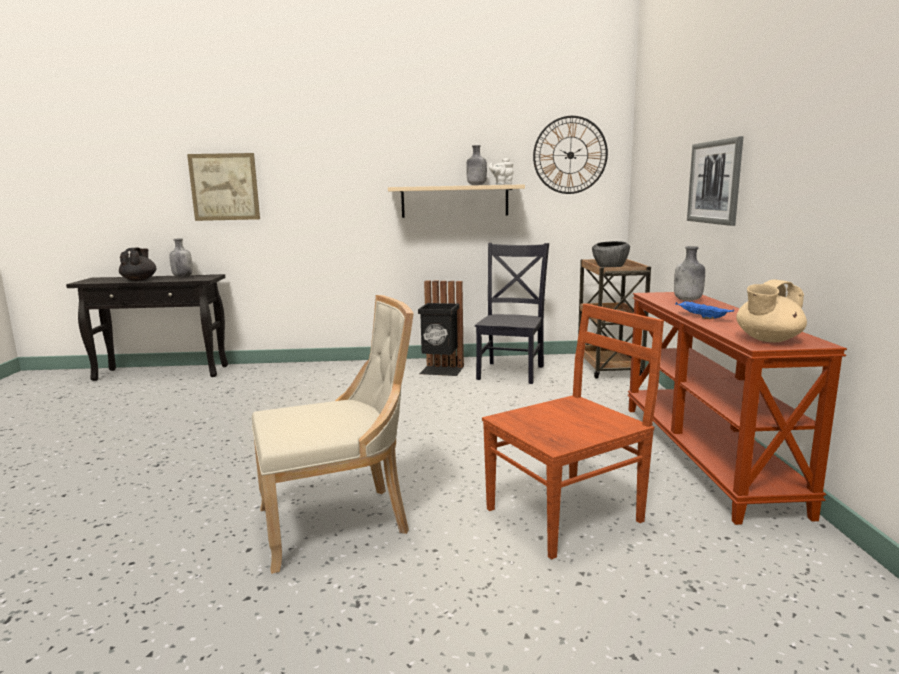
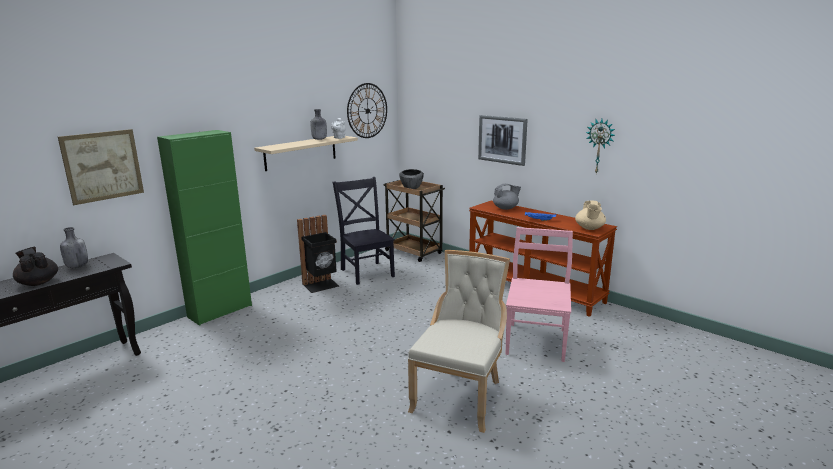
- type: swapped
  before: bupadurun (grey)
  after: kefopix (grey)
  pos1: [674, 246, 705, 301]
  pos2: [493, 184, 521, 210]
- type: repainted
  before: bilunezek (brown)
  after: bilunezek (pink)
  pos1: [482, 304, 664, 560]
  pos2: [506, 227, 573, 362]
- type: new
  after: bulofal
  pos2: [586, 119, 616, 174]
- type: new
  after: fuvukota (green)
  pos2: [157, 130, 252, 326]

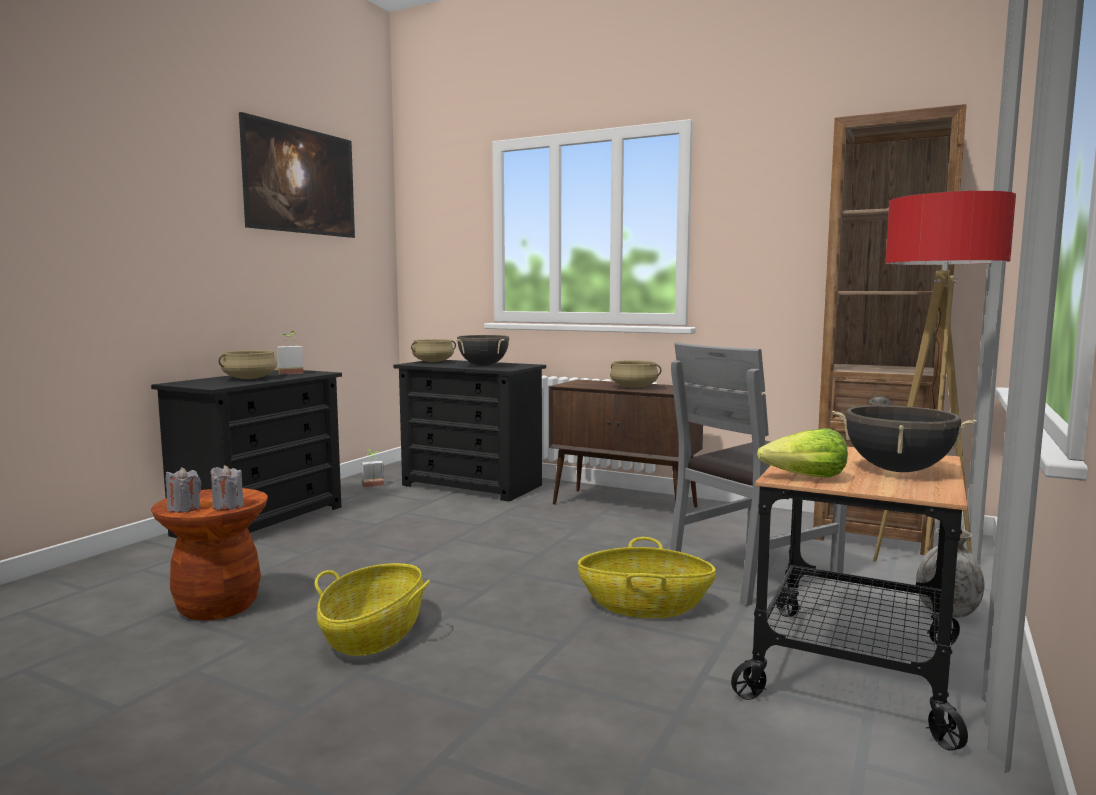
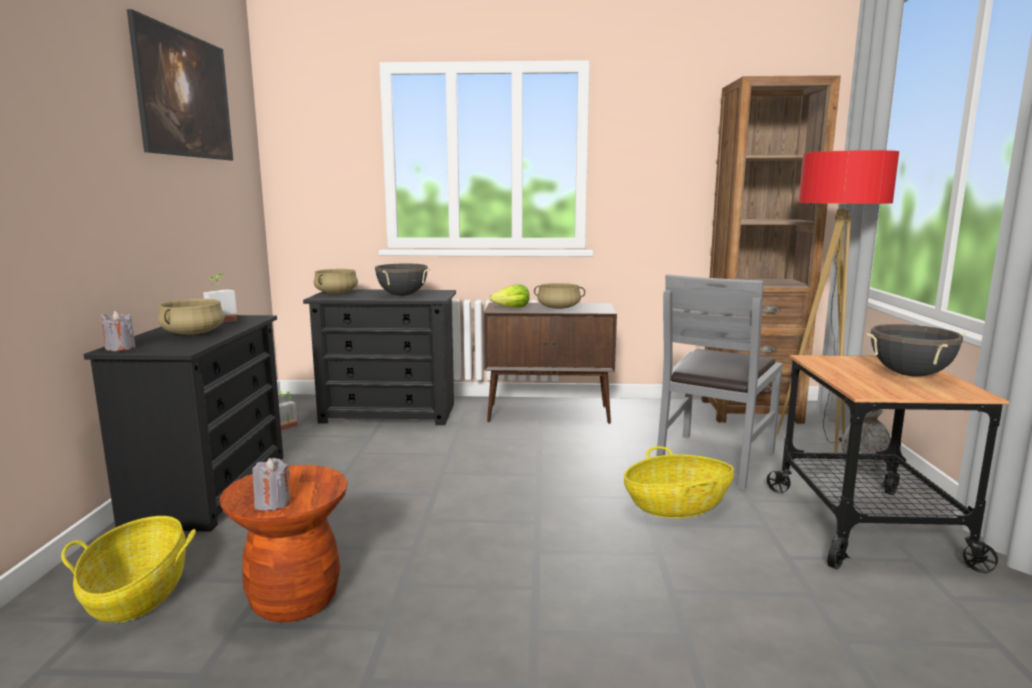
- type: shifted
  before: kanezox
  pos1: [757, 429, 848, 478]
  pos2: [489, 284, 530, 308]
- type: shifted
  before: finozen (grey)
  pos1: [210, 465, 244, 510]
  pos2: [101, 310, 136, 351]
- type: shifted
  before: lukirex
  pos1: [315, 563, 430, 656]
  pos2: [61, 516, 196, 622]

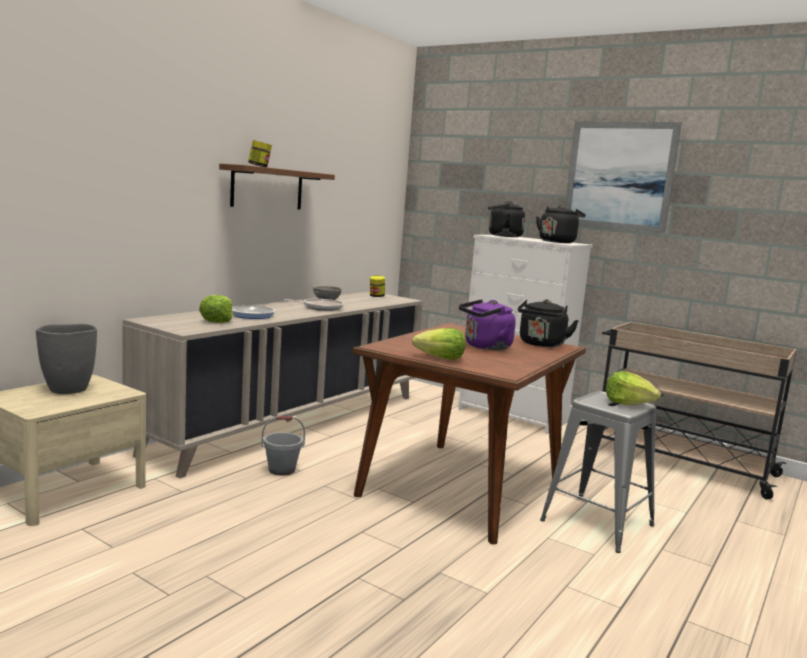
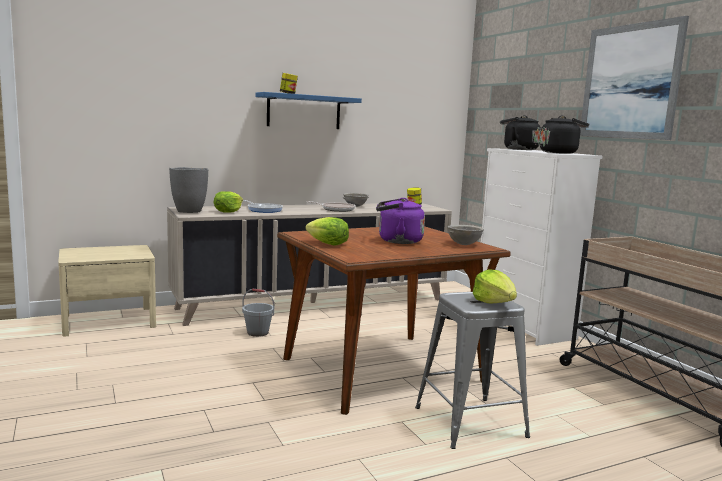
- type: repainted
  before: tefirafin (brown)
  after: tefirafin (blue)
  pos1: [219, 164, 335, 210]
  pos2: [255, 92, 362, 129]
- type: swapped
  before: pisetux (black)
  after: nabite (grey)
  pos1: [518, 299, 579, 347]
  pos2: [447, 225, 484, 245]
- type: shifted
  before: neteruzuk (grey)
  pos1: [36, 324, 97, 394]
  pos2: [169, 167, 208, 213]

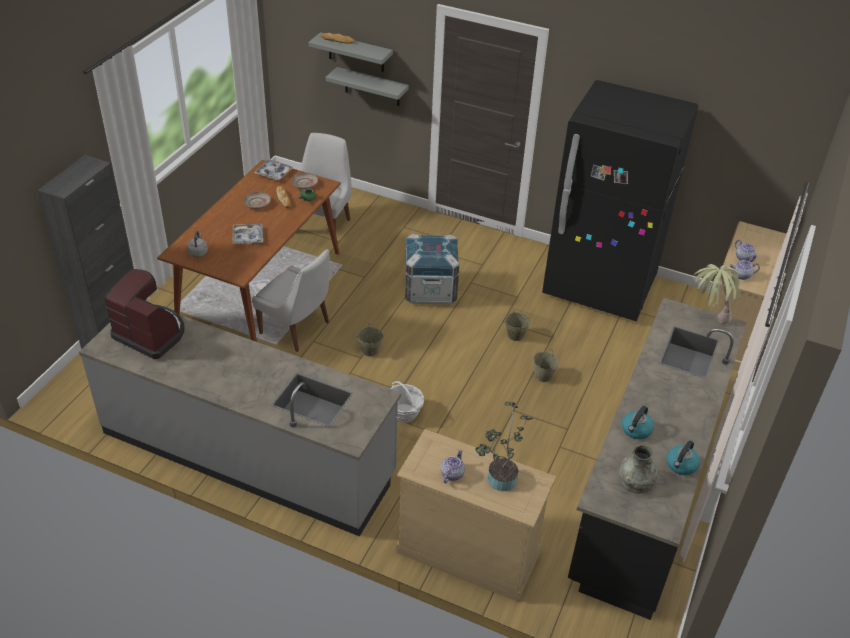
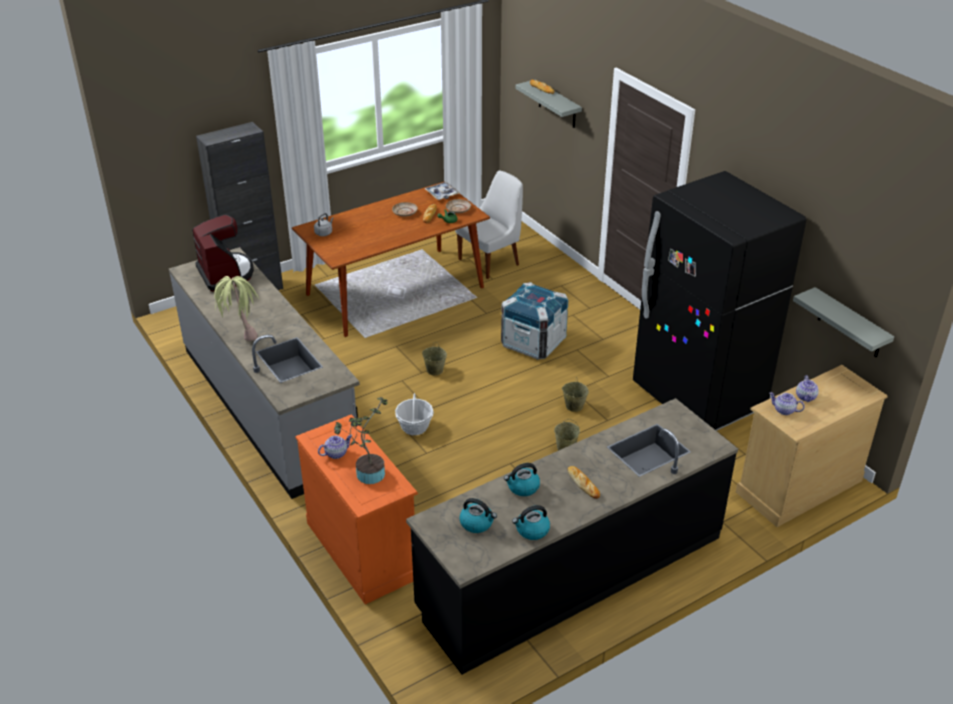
- type: shifted
  before: tefirafin (grey)
  pos1: [326, 67, 409, 106]
  pos2: [793, 287, 894, 358]
- type: gone
  before: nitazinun
  pos1: [233, 224, 263, 244]
- type: gone
  before: bilunezek (white)
  pos1: [252, 249, 330, 352]
- type: shifted
  before: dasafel
  pos1: [694, 264, 740, 324]
  pos2: [214, 276, 259, 341]
- type: repainted
  before: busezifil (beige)
  after: busezifil (orange)
  pos1: [396, 429, 556, 602]
  pos2: [295, 414, 418, 604]
- type: swapped
  before: neteruzuk (grey)
  after: pisetux
  pos1: [619, 445, 658, 493]
  pos2: [459, 498, 497, 533]
- type: new
  after: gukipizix
  pos2: [568, 466, 600, 499]

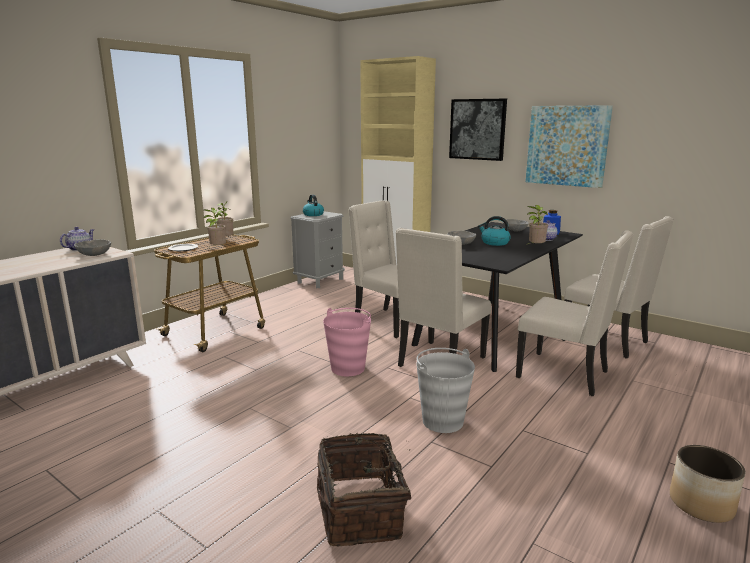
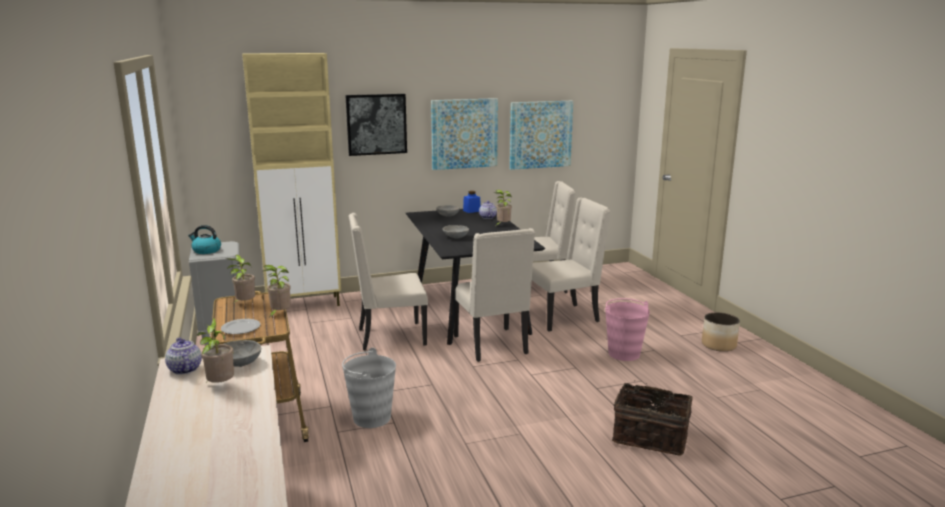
- type: gone
  before: pisetux
  pos1: [478, 216, 511, 246]
- type: shifted
  before: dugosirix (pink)
  pos1: [323, 308, 371, 376]
  pos2: [605, 298, 650, 361]
- type: shifted
  before: dugosirix (grey)
  pos1: [416, 348, 475, 433]
  pos2: [342, 348, 396, 428]
- type: new
  after: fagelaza
  pos2: [510, 101, 573, 170]
- type: new
  after: dasafel
  pos2: [197, 318, 234, 383]

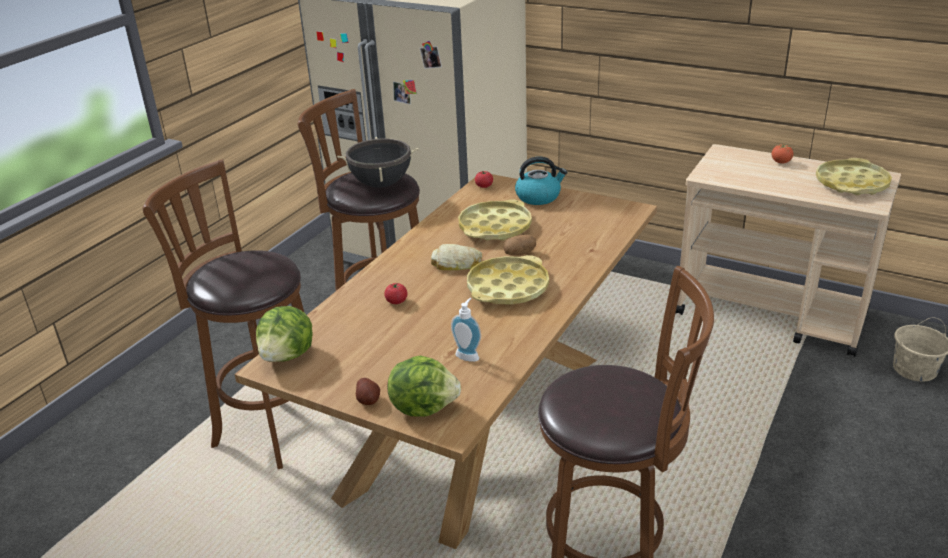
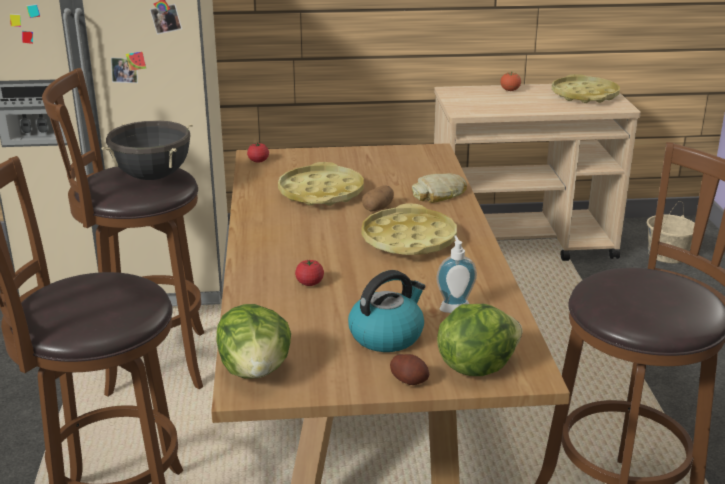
- type: shifted
  before: pisetux
  pos1: [515, 156, 567, 205]
  pos2: [348, 270, 425, 352]
- type: shifted
  before: gukipizix
  pos1: [431, 244, 482, 270]
  pos2: [412, 173, 467, 203]

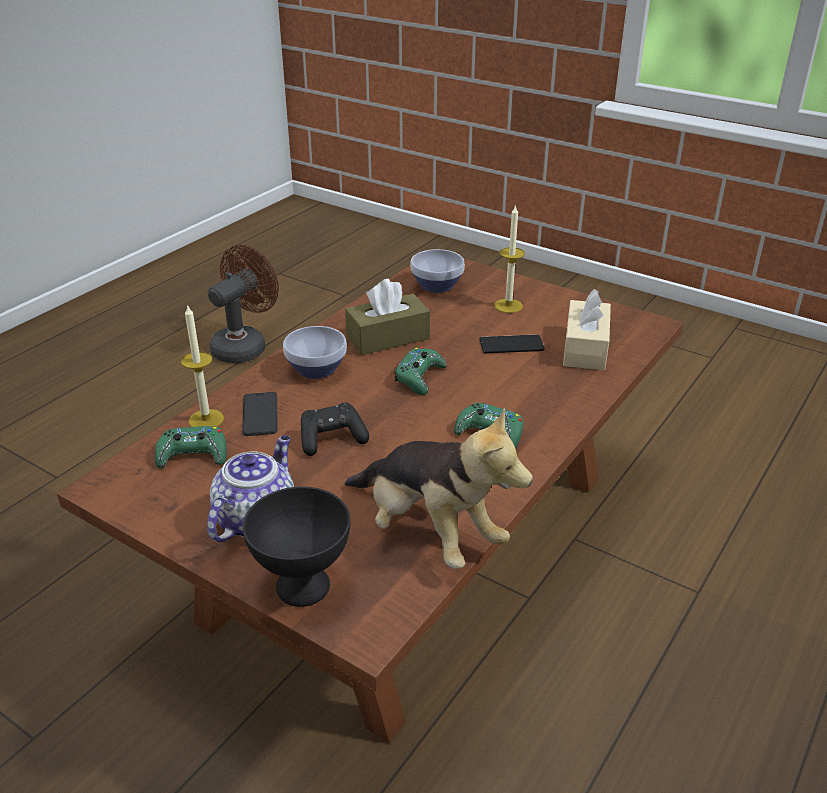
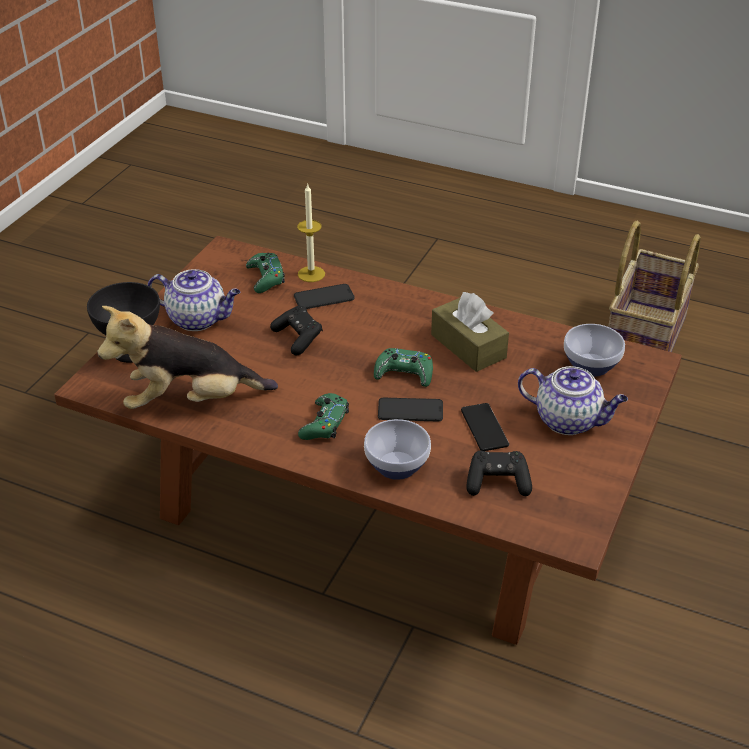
- type: swapped
  before: finozen
  after: kefopix
  pos1: [494, 204, 525, 313]
  pos2: [518, 366, 628, 435]
- type: swapped
  before: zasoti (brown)
  after: lukirex
  pos1: [208, 245, 279, 363]
  pos2: [608, 221, 701, 352]
- type: swapped
  before: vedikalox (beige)
  after: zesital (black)
  pos1: [563, 289, 611, 370]
  pos2: [466, 451, 532, 496]
- type: shifted
  before: nabite
  pos1: [283, 326, 347, 379]
  pos2: [364, 419, 431, 480]
- type: rotated
  before: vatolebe
  pos1: [344, 408, 533, 569]
  pos2: [97, 306, 278, 409]
  turn: 45
- type: new
  after: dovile
  pos2: [378, 398, 443, 421]

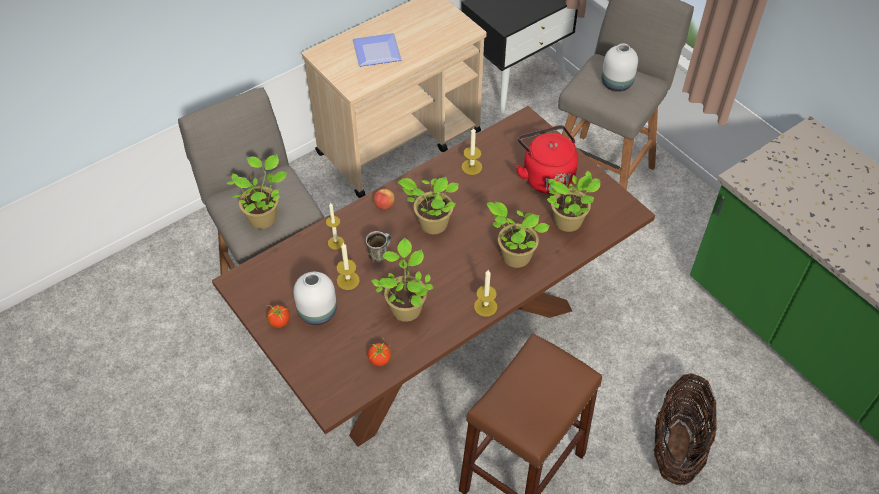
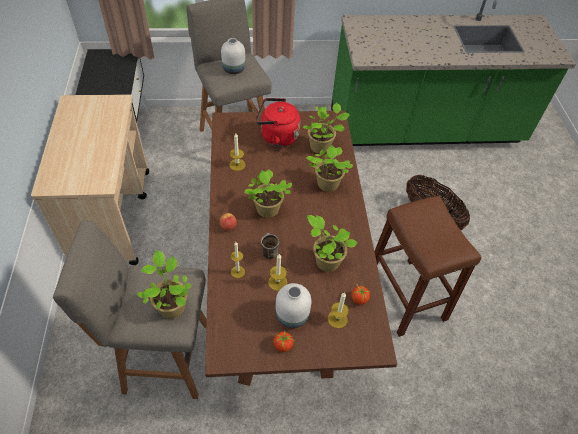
- type: gone
  before: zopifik
  pos1: [353, 33, 401, 67]
- type: shifted
  before: finozen
  pos1: [474, 270, 497, 317]
  pos2: [328, 293, 349, 328]

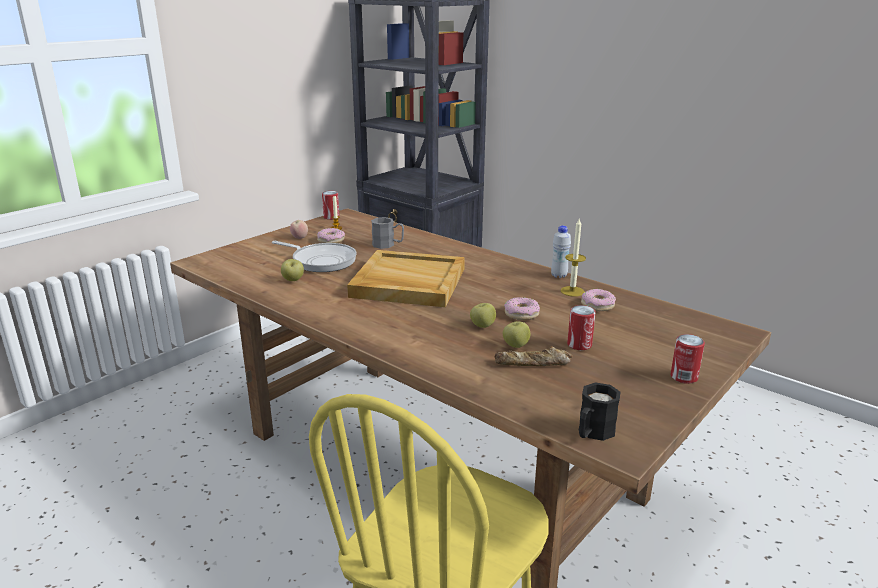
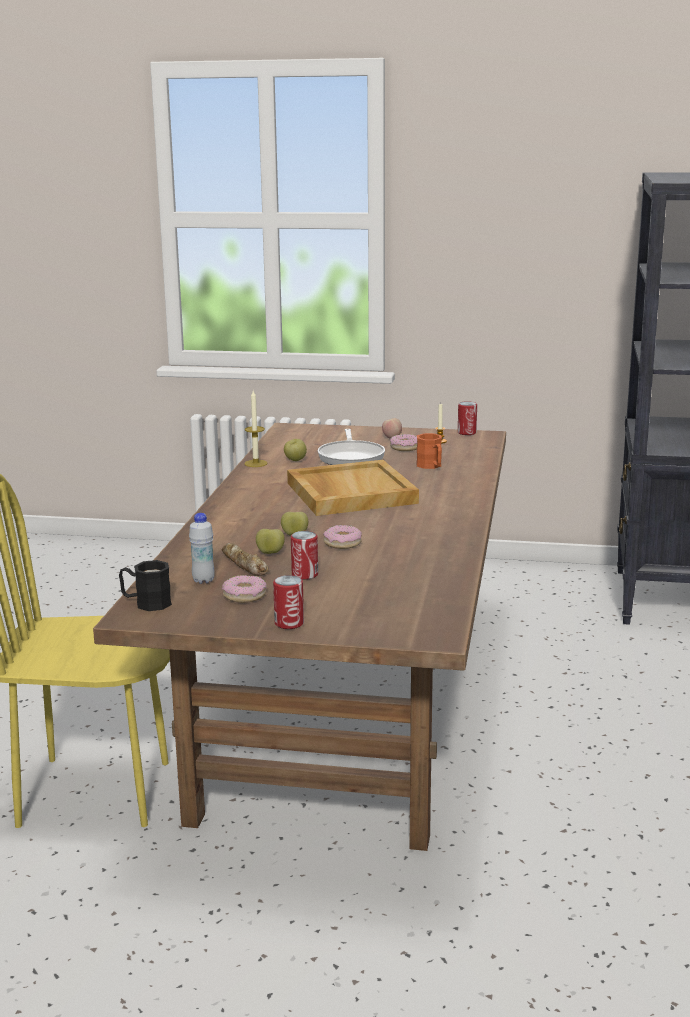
- type: repainted
  before: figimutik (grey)
  after: figimutik (orange)
  pos1: [371, 217, 404, 249]
  pos2: [416, 433, 442, 469]
- type: shifted
  before: finozen
  pos1: [560, 219, 586, 297]
  pos2: [244, 391, 268, 467]
- type: shifted
  before: bupadurun (white)
  pos1: [551, 226, 571, 278]
  pos2: [189, 513, 215, 584]
- type: shifted
  before: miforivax
  pos1: [581, 289, 616, 311]
  pos2: [222, 575, 267, 603]

